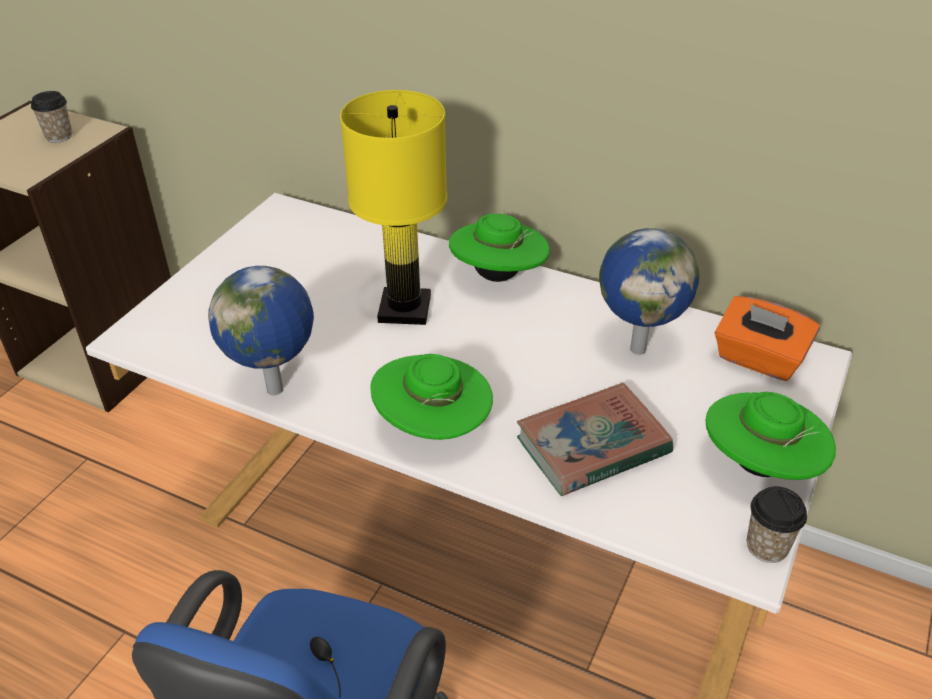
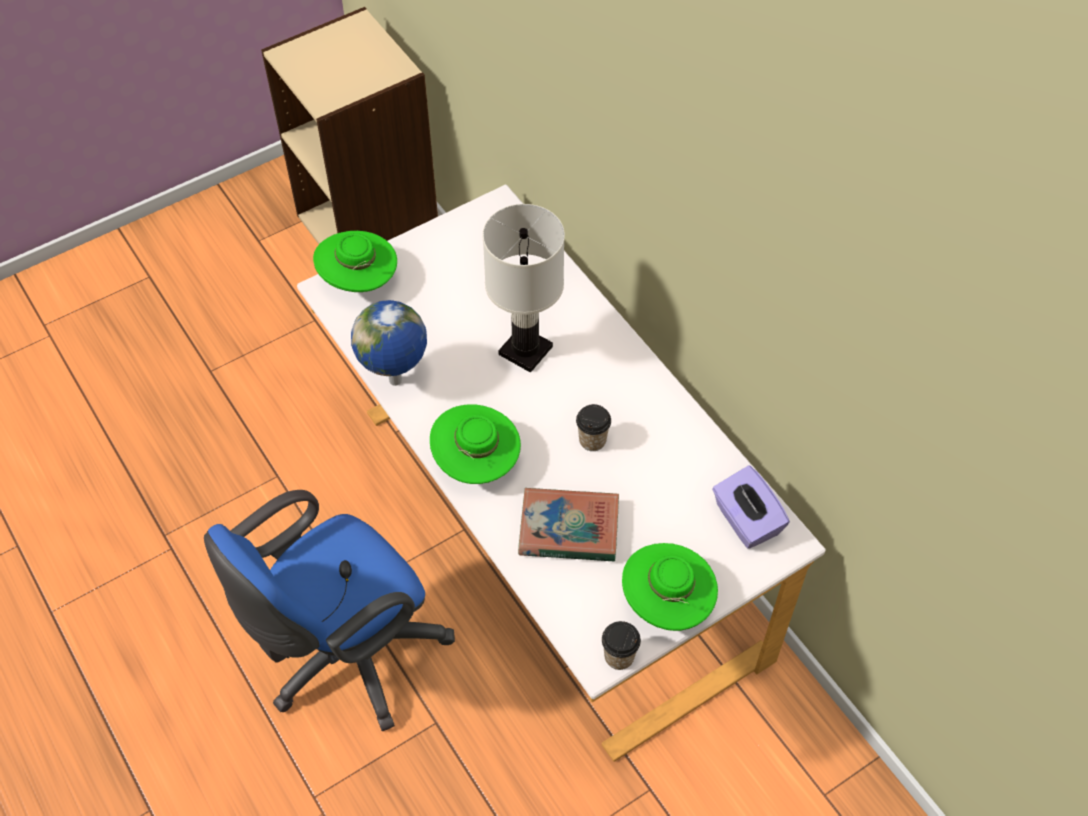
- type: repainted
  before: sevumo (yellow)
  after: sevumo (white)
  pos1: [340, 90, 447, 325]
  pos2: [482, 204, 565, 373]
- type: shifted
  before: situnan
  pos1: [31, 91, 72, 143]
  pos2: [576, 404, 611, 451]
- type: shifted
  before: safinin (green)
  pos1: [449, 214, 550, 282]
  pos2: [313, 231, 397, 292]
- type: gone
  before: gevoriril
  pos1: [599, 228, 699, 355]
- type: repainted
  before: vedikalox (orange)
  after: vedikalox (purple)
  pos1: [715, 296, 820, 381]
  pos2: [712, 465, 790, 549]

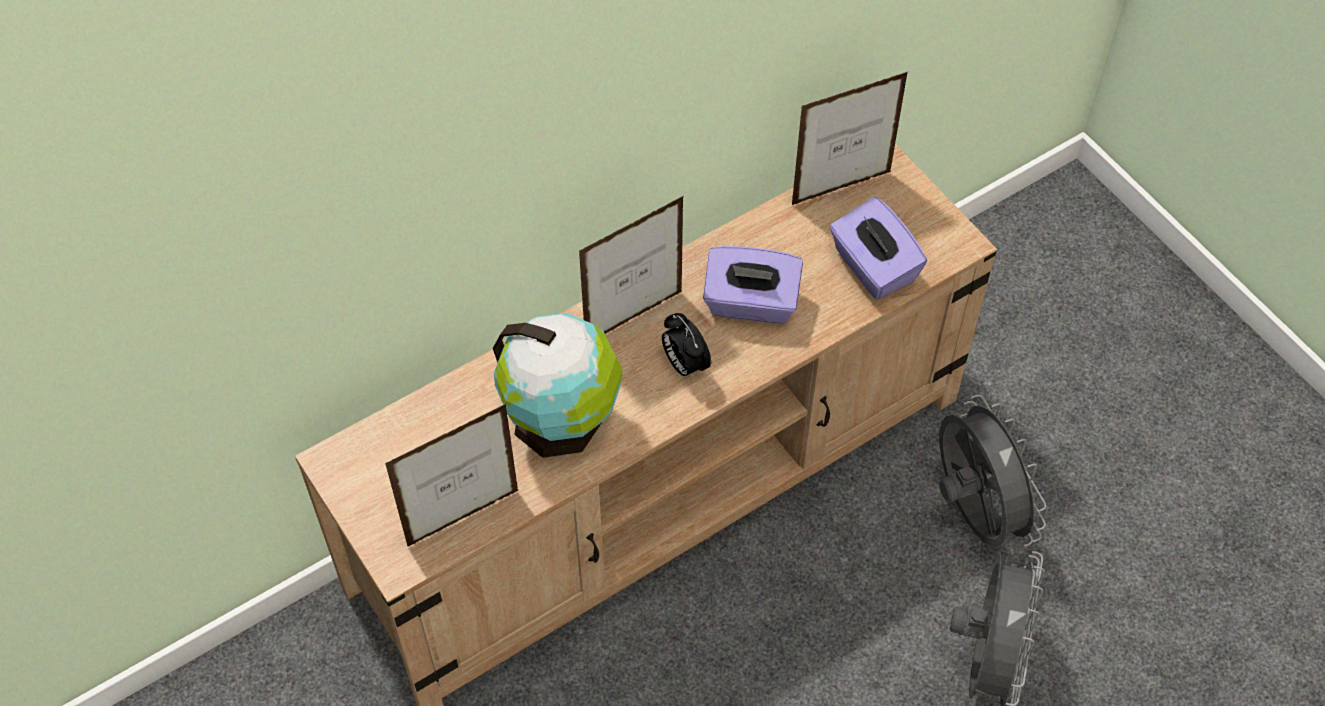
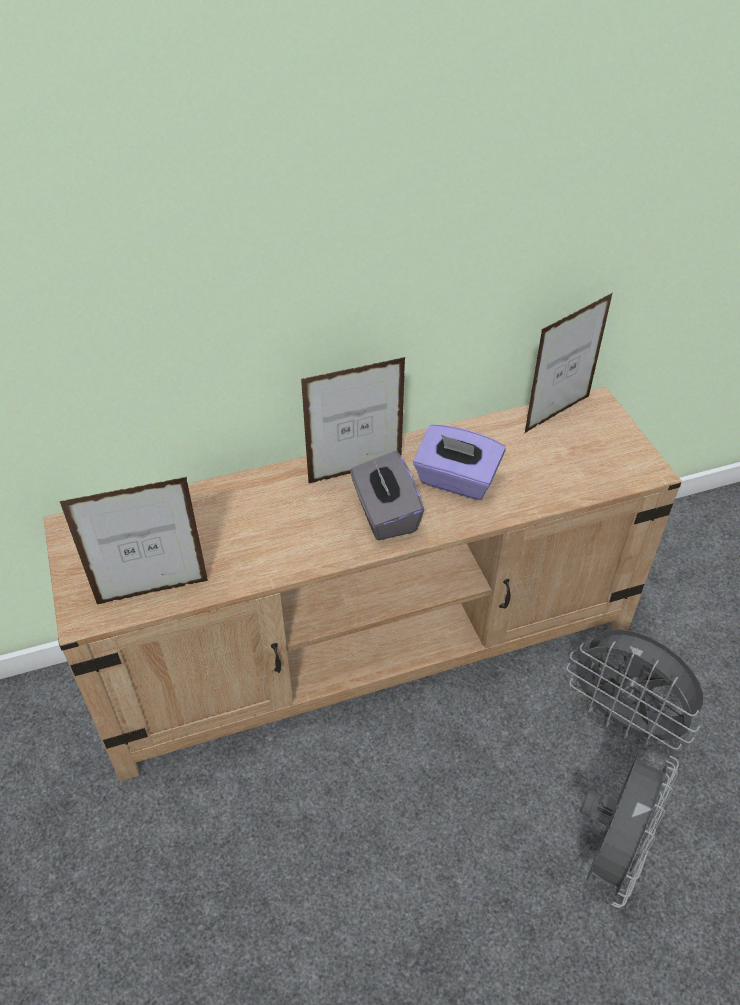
- type: rotated
  before: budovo
  pos1: [792, 72, 908, 205]
  pos2: [525, 293, 612, 433]
  turn: 150
- type: gone
  before: vedikalox (purple)
  pos1: [830, 197, 927, 299]
- type: gone
  before: gevoriril
  pos1: [493, 313, 622, 458]
- type: swapped
  before: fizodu
  after: vedikalox (grey)
  pos1: [662, 313, 711, 380]
  pos2: [350, 451, 424, 540]
- type: rotated
  before: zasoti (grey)
  pos1: [939, 395, 1046, 547]
  pos2: [566, 629, 703, 750]
  turn: 135

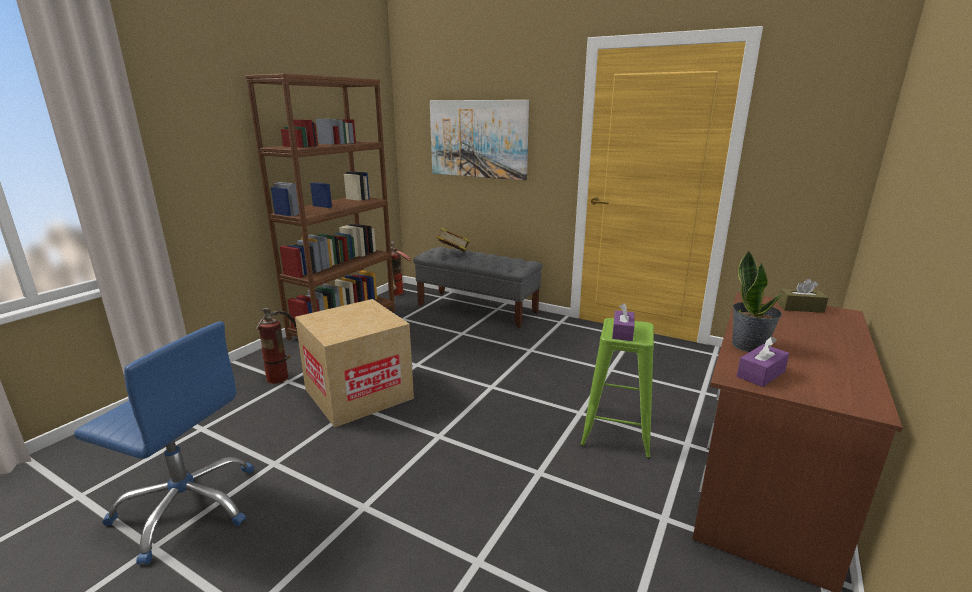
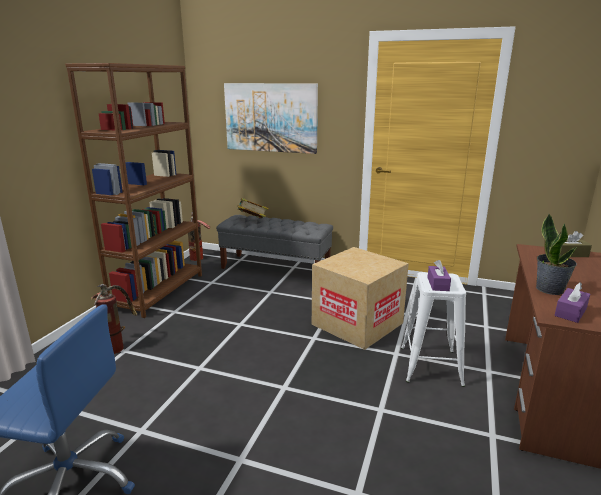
- type: shifted
  before: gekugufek
  pos1: [295, 299, 414, 427]
  pos2: [312, 247, 409, 350]
- type: repainted
  before: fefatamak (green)
  after: fefatamak (white)
  pos1: [580, 318, 654, 459]
  pos2: [401, 272, 466, 387]

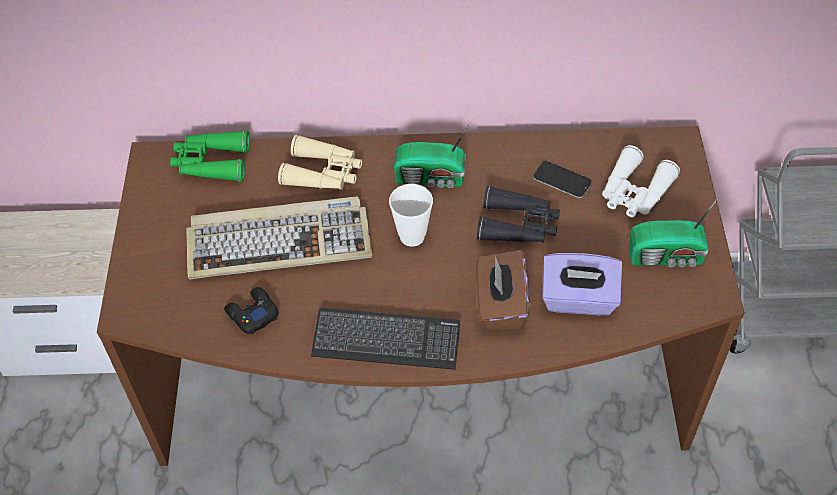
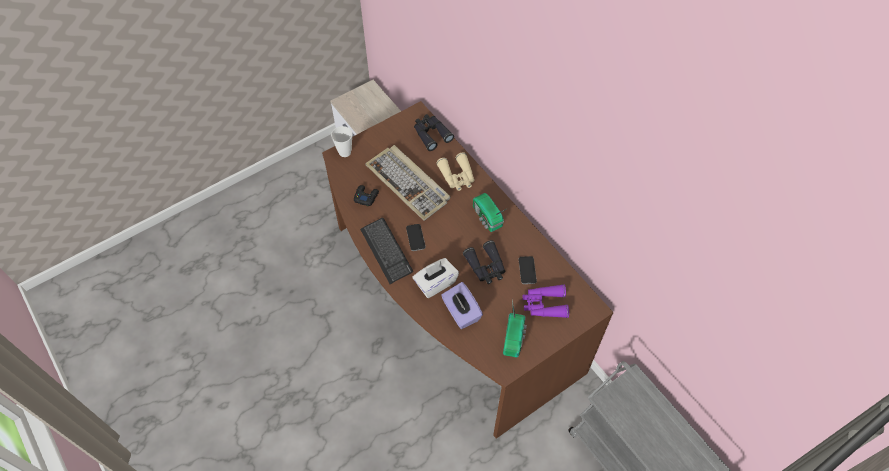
- type: repainted
  before: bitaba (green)
  after: bitaba (black)
  pos1: [170, 130, 250, 182]
  pos2: [414, 114, 454, 151]
- type: repainted
  before: bitaba (white)
  after: bitaba (purple)
  pos1: [602, 145, 680, 217]
  pos2: [523, 284, 569, 318]
- type: shifted
  before: situnan
  pos1: [389, 184, 433, 247]
  pos2: [331, 126, 353, 157]
- type: rotated
  before: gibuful
  pos1: [628, 197, 719, 267]
  pos2: [503, 300, 527, 358]
  turn: -135
- type: repainted
  before: vedikalox (brown)
  after: vedikalox (white)
  pos1: [476, 250, 530, 330]
  pos2: [413, 258, 459, 298]
- type: new
  after: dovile
  pos2: [406, 224, 426, 251]

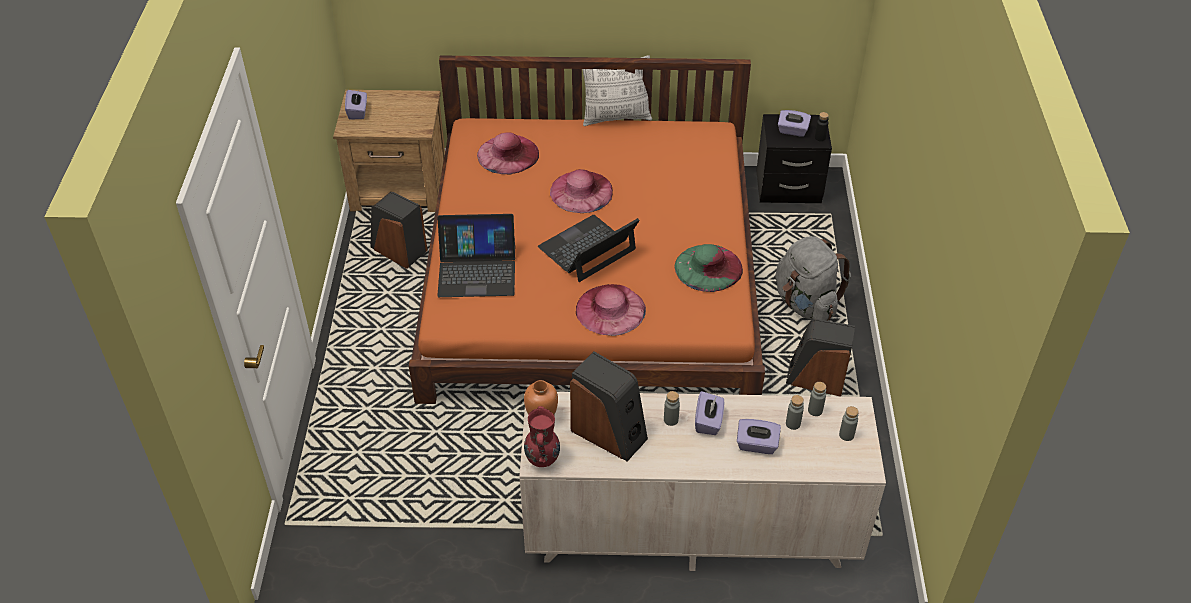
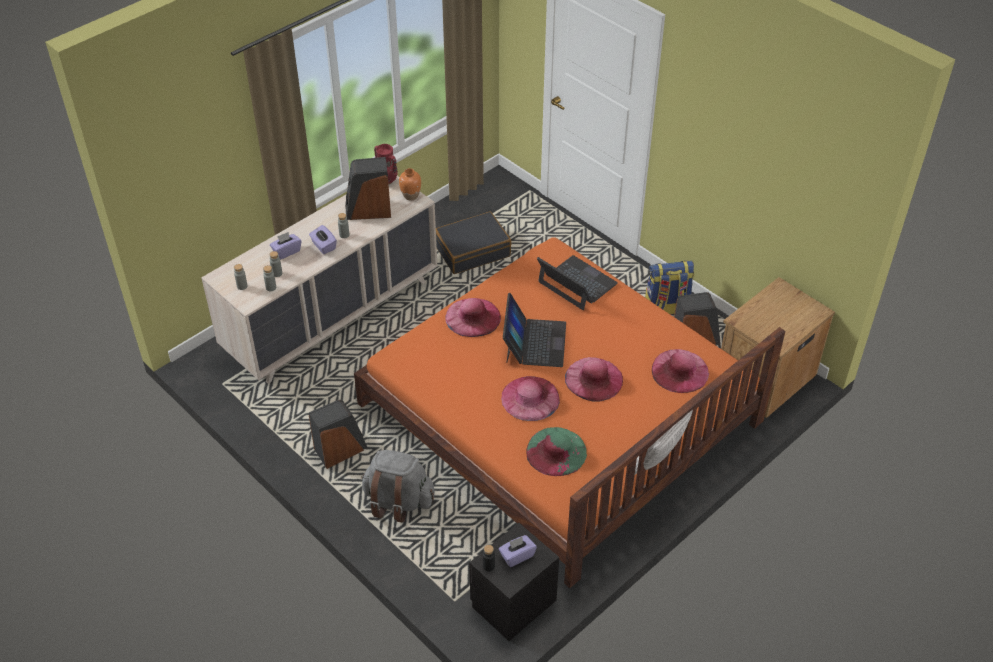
- type: gone
  before: vedikalox (purple)
  pos1: [345, 90, 367, 120]
- type: rotated
  before: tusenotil
  pos1: [437, 214, 515, 297]
  pos2: [537, 255, 618, 310]
  turn: 90
- type: shifted
  before: safinin (green)
  pos1: [675, 244, 743, 292]
  pos2: [526, 427, 587, 476]
- type: new
  after: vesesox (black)
  pos2: [436, 211, 511, 274]
- type: new
  after: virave
  pos2: [645, 261, 694, 314]
- type: new
  after: safinin (pink)
  pos2: [501, 376, 560, 421]

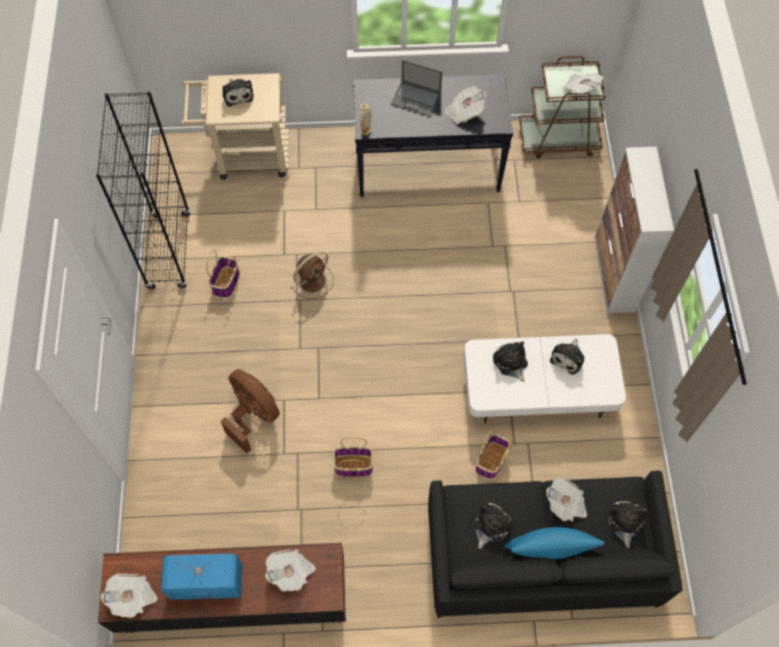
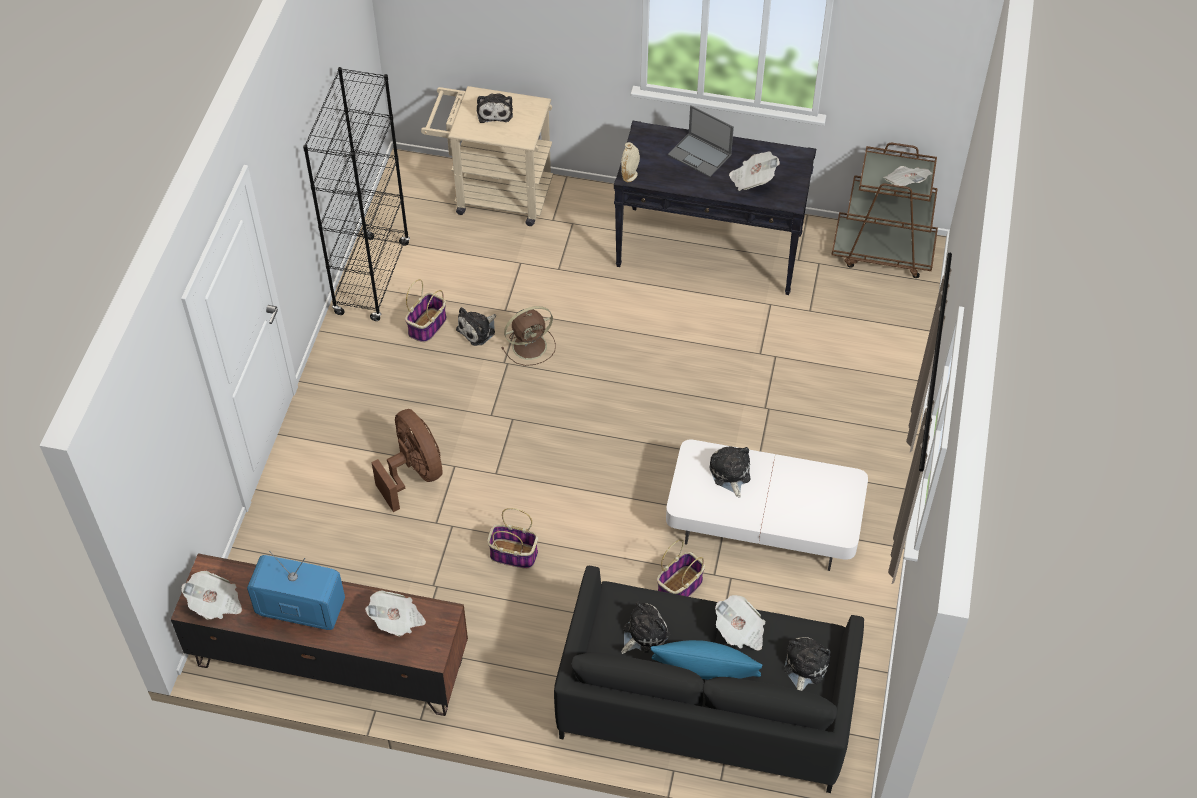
- type: gone
  before: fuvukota
  pos1: [594, 147, 674, 314]
- type: shifted
  before: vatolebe
  pos1: [550, 338, 584, 374]
  pos2: [456, 307, 496, 346]

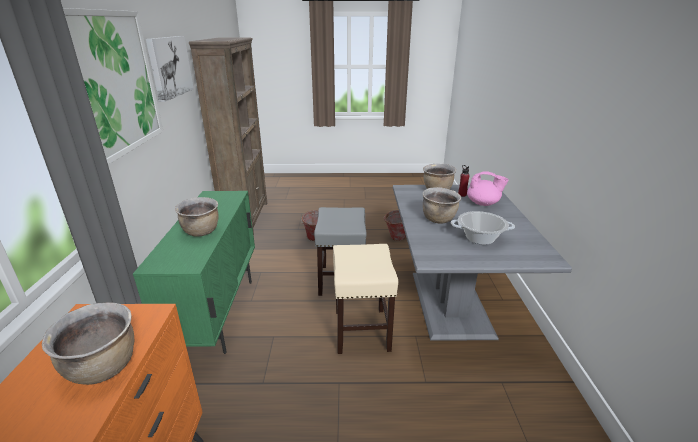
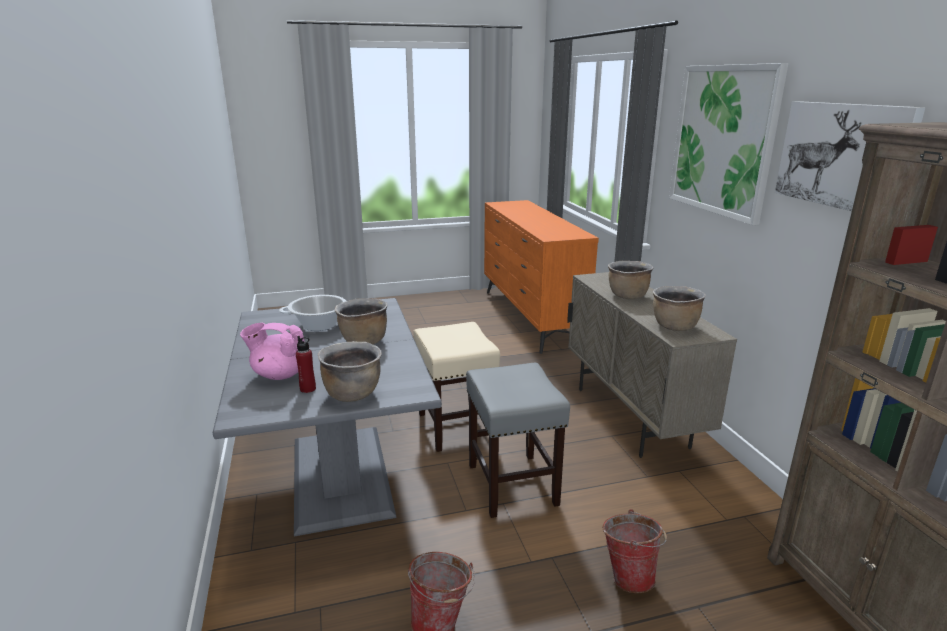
- type: repainted
  before: fuvukota (green)
  after: fuvukota (beige)
  pos1: [133, 191, 255, 354]
  pos2: [567, 272, 737, 458]
- type: shifted
  before: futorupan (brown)
  pos1: [42, 302, 134, 385]
  pos2: [653, 286, 706, 331]

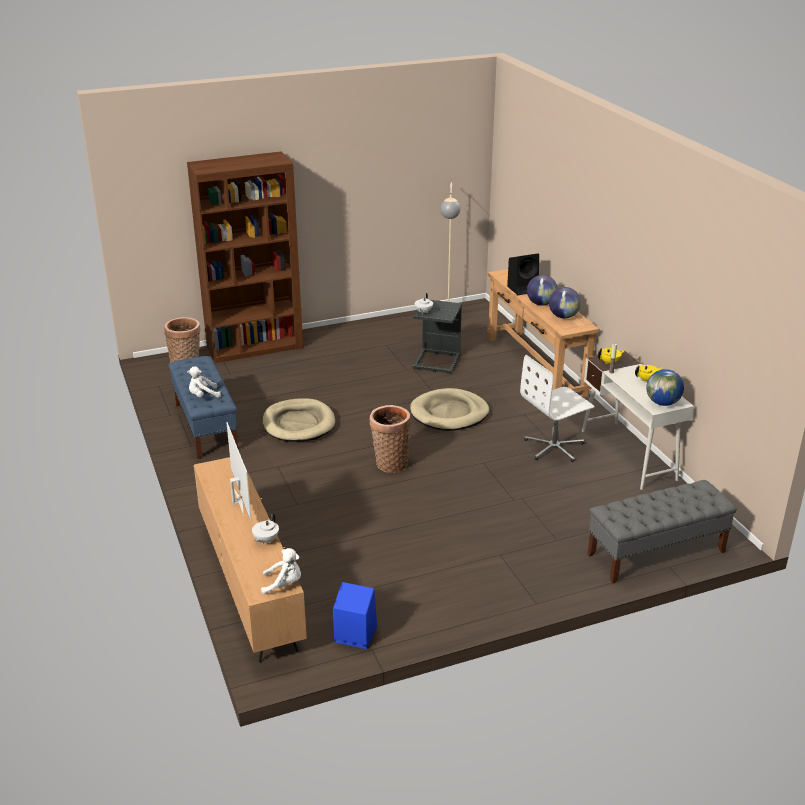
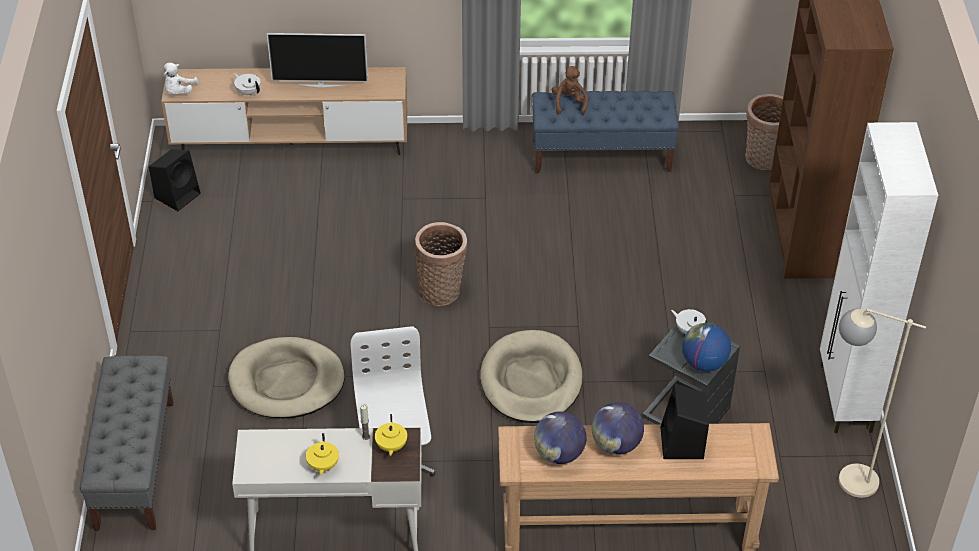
- type: repainted
  before: vatolebe (white)
  after: vatolebe (brown)
  pos1: [187, 366, 221, 398]
  pos2: [552, 66, 588, 115]
- type: shifted
  before: gevoriril
  pos1: [647, 369, 684, 406]
  pos2: [682, 323, 731, 372]
- type: shifted
  before: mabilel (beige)
  pos1: [263, 398, 335, 442]
  pos2: [228, 337, 345, 418]
- type: repainted
  before: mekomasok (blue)
  after: mekomasok (black)
  pos1: [333, 582, 377, 649]
  pos2: [149, 149, 201, 211]
- type: new
  after: fuvukota (white)
  pos2: [820, 122, 938, 433]

